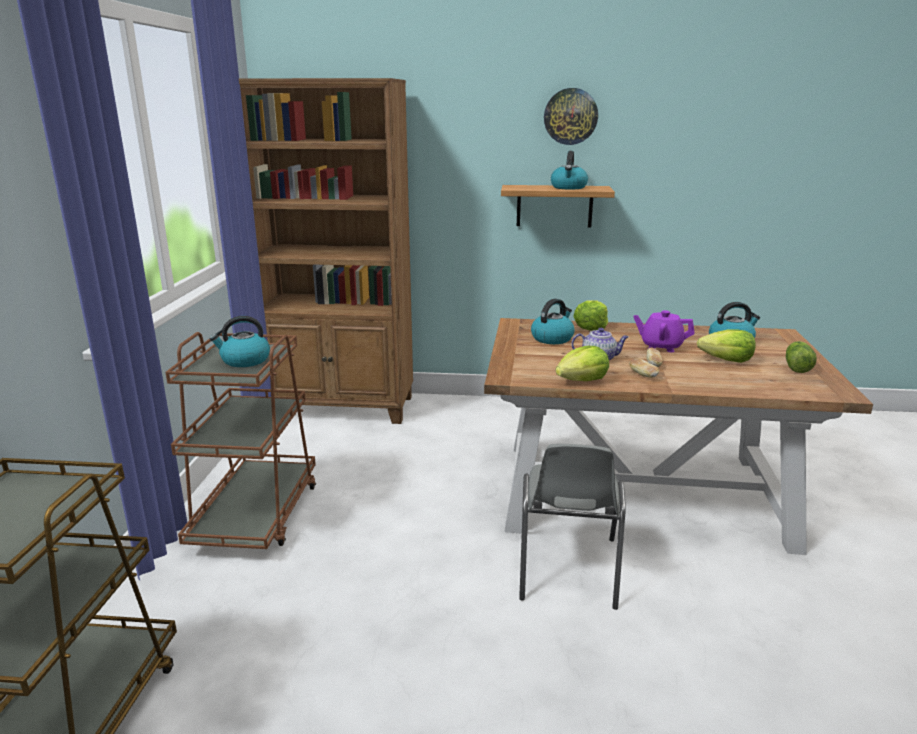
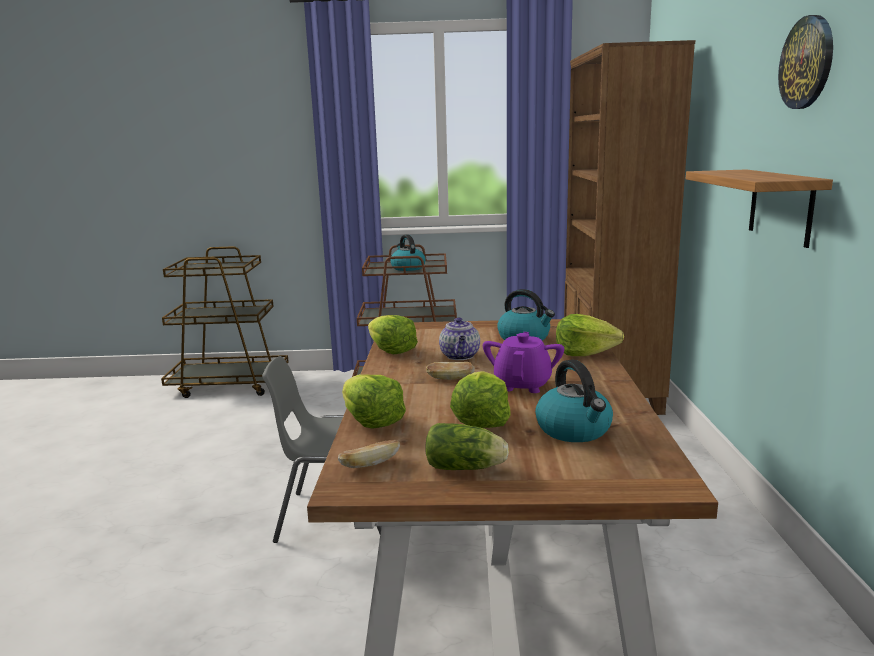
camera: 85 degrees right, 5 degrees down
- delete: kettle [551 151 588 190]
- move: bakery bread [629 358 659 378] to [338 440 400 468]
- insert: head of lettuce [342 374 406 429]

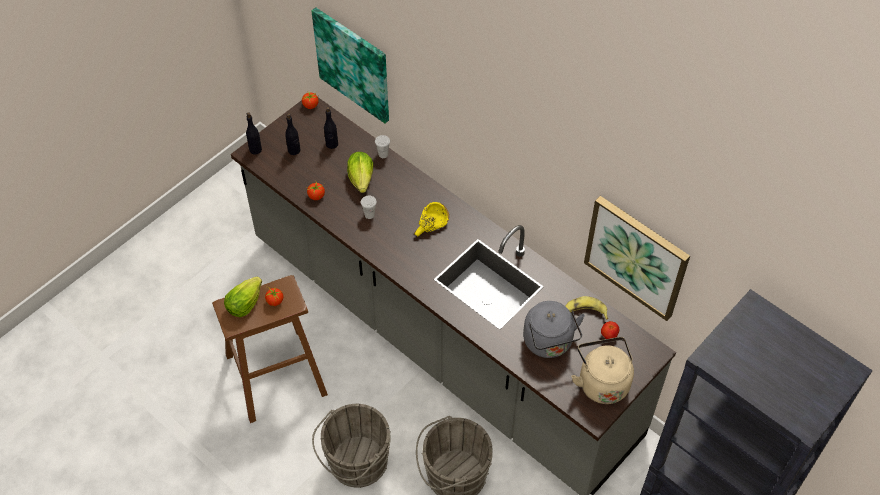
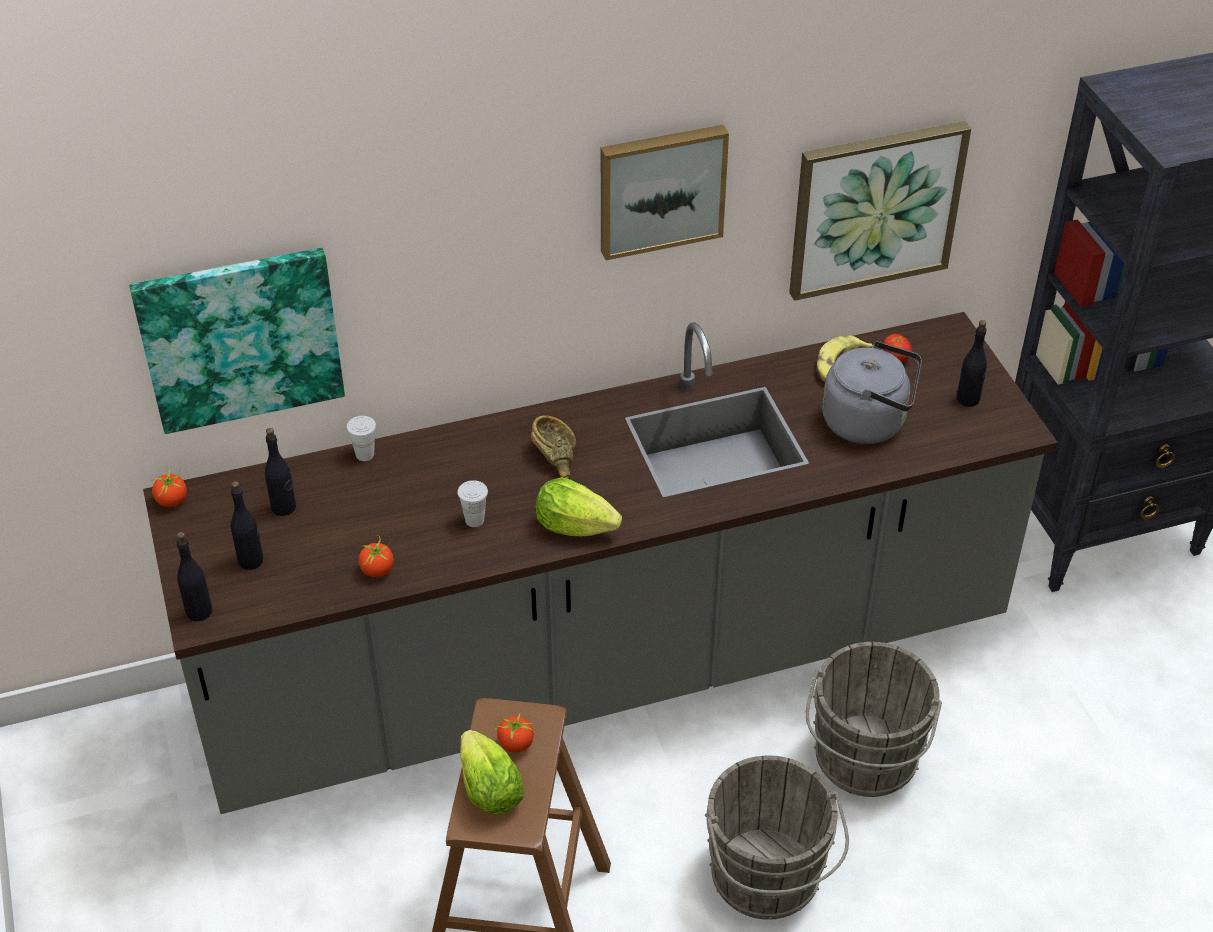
camera: 60 degrees left, 10 degrees down
- move: head of lettuce [347 152 373 193] to [535 477 622 536]
- recolor: bowl in yellow-coloured [414 202 449 236] to bowl in brownish [531 415 576 479]
- replace: kettle in beige-coloured [571 337 634 404] to beverage bottle in black [957 320 987 407]
- insert: picture [601 125 729 260]

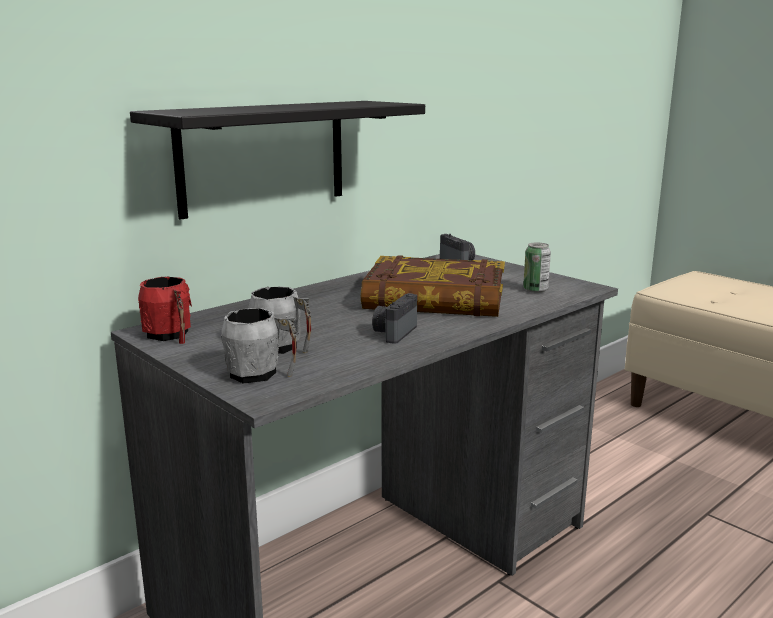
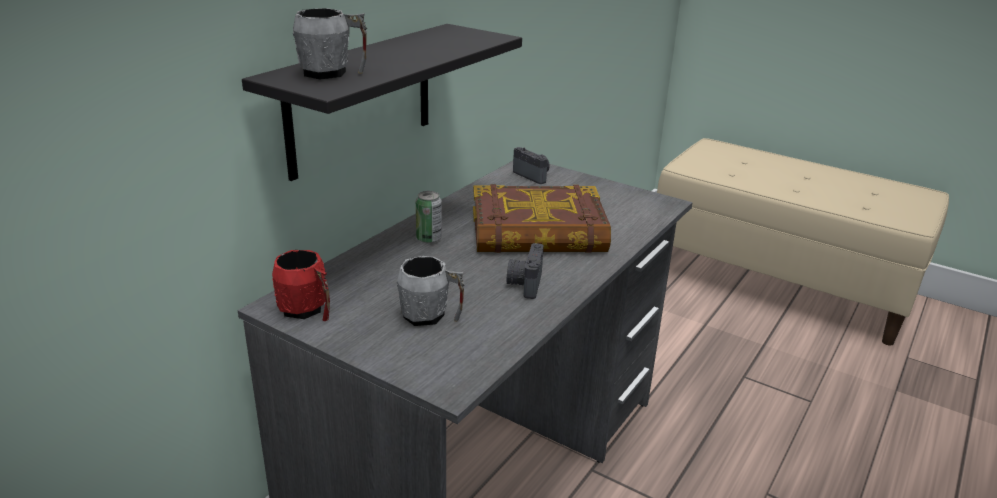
camera: 15 degrees left, 10 degrees up
- move: metal can [523 243 551 293] to [416 191 442 244]
- move: mug in greyish [221 308 297 384] to [293 8 367 79]

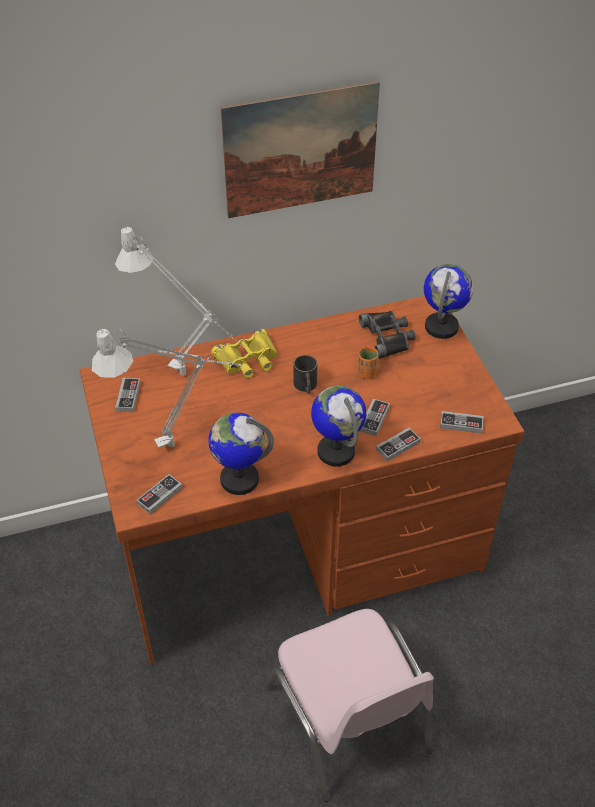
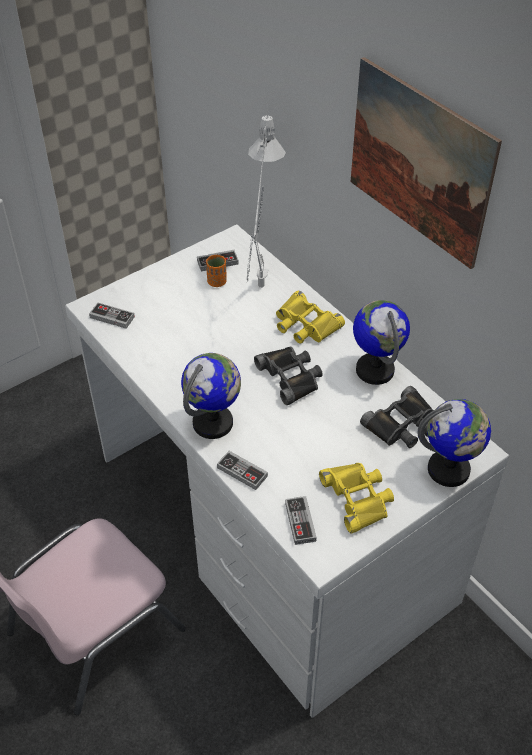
camera: 70 degrees right, 0 degrees up
- recolor: desk unit in brownish [80 296 525 664] to desk unit in white-coloured [65 225 509 718]
- delete: tabletop lamp in greyish [92 329 241 448]
- move: cup in orangey [358 347 378 379] to [206 255 226 287]
- replace: mug in black [293 355 317 394] to binoculars in black [254 346 323 405]
- delete: gamepad [360 399 390 436]
- move: world globe [208 413 274 495] to [353 300 410 385]
- insert: binoculars in yellow-coloured [319 463 394 534]

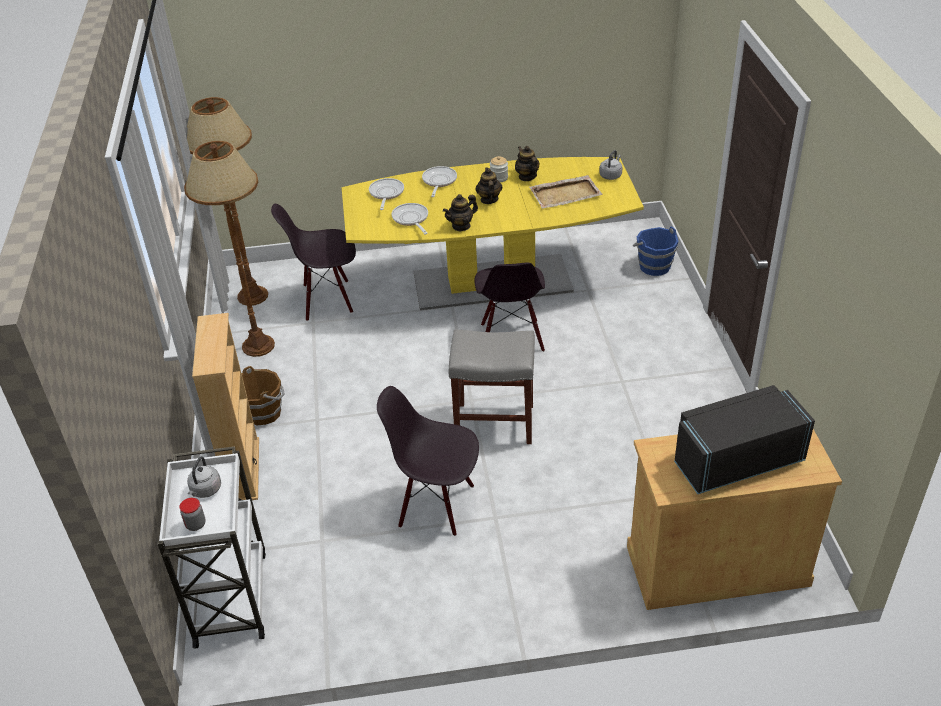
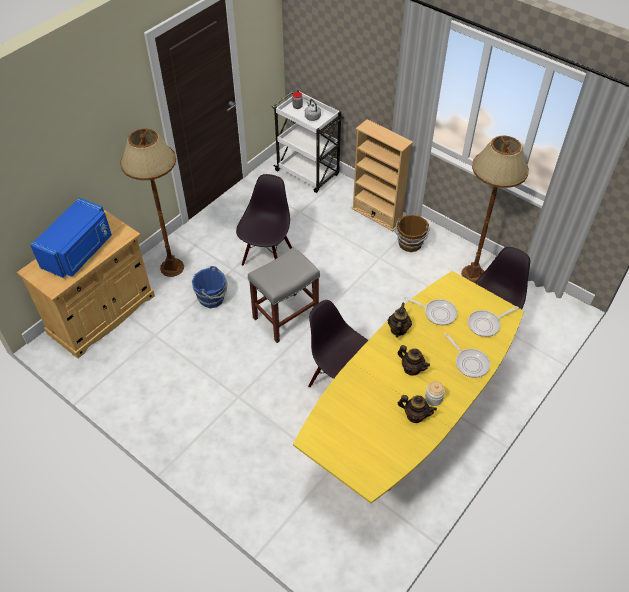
camera: 135 degrees right, 10 degrees up
- move: floor lamp in brownish [187 97 268 306] to [120 129 184 277]
- delete: kettle in greyish [599 150 622 180]
- delete: carrying tray in beige-coloured [529 175 603 209]
- rotate: frying pan [369 178 404 210] = [468 306 519 337] 105 degrees clockwise
- move: pail in bluish [633 226 679 276] to [192 266 228 308]
- recolor: microwave oven in black [674 385 815 494] to microwave oven in bluish [30 198 112 278]
- rotate: chair in black [377 386 479 536] = [236 174 292 266] 45 degrees counterclockwise

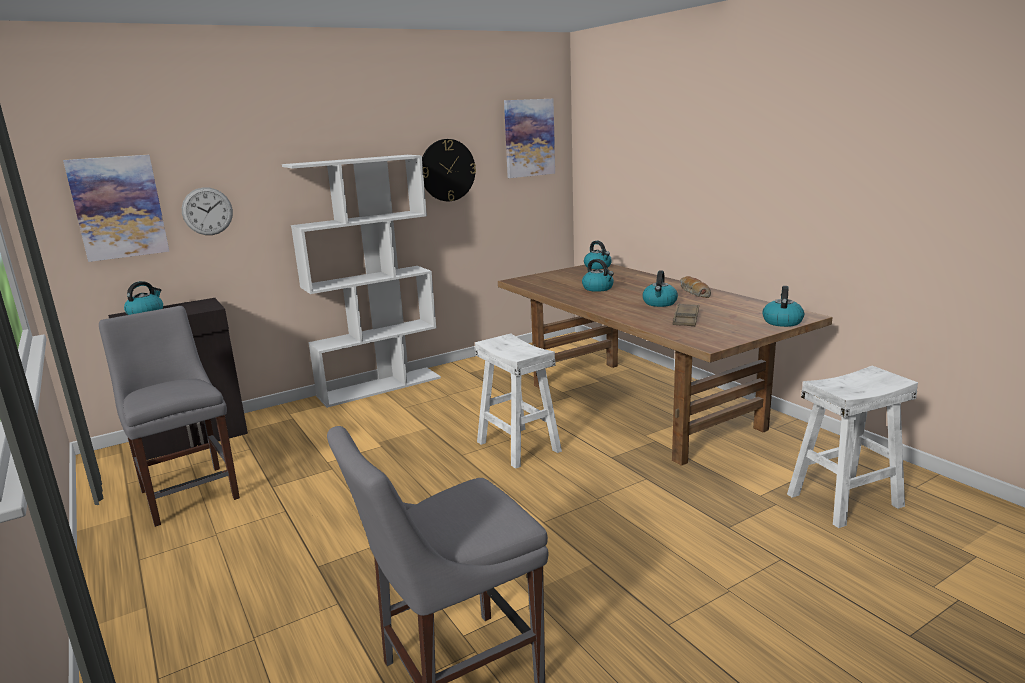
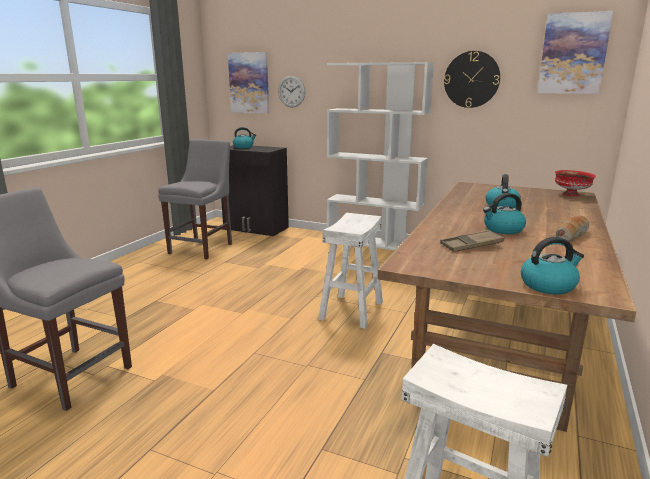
camera: 55 degrees right, 0 degrees up
- replace: kettle [584 241 612 269] to bowl in red-coloured [555 170 596 196]

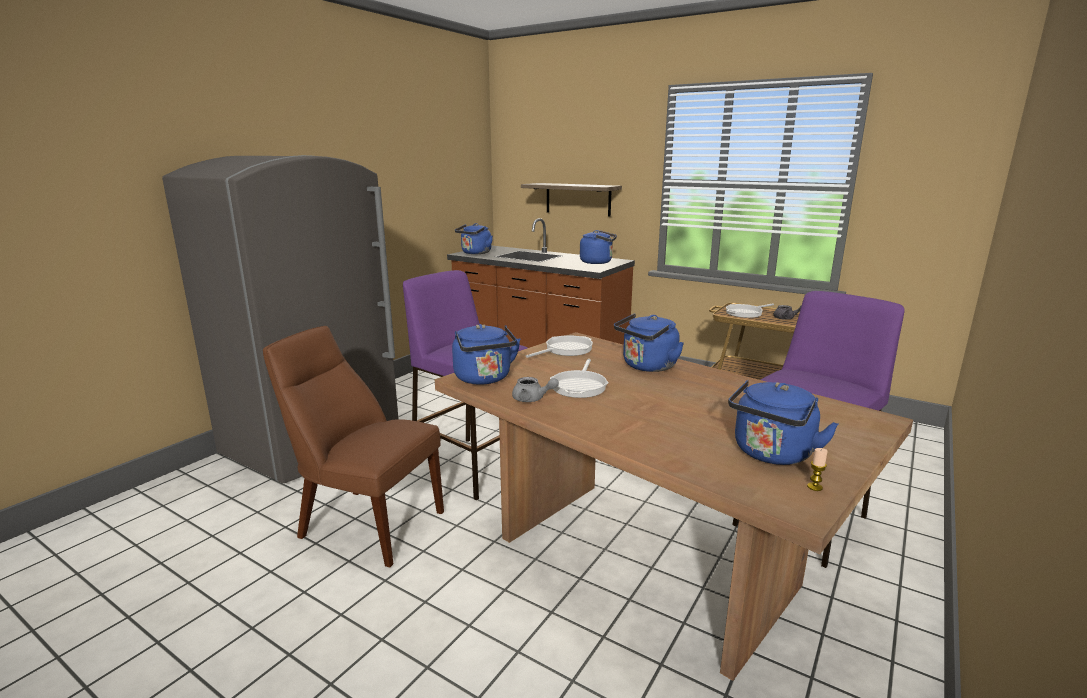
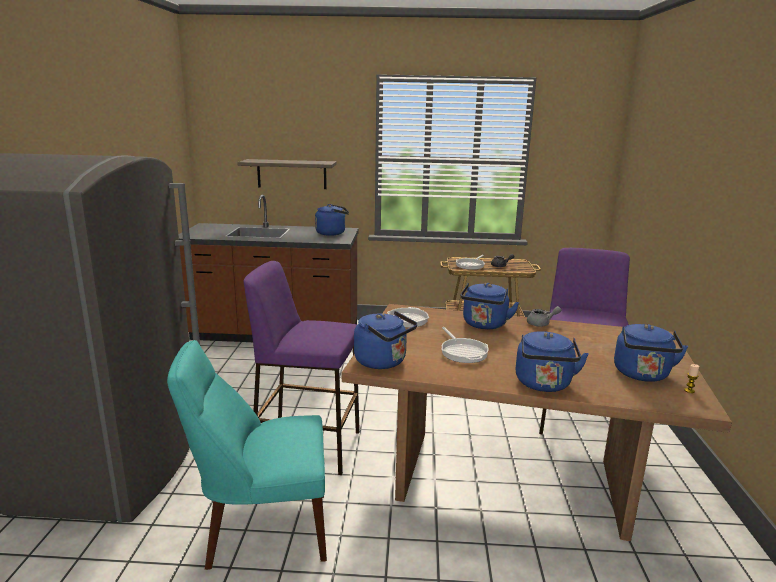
camera: 30 degrees left, 0 degrees up
- move: kettle in bluish [455 223 493 254] to [515 331 589 392]
- recolor: chair in brownish [263 326 444 567] to chair in turquoise [167 340 327 570]
- move: tea pot in greyish [512 377 559 402] to [527 306 561 327]

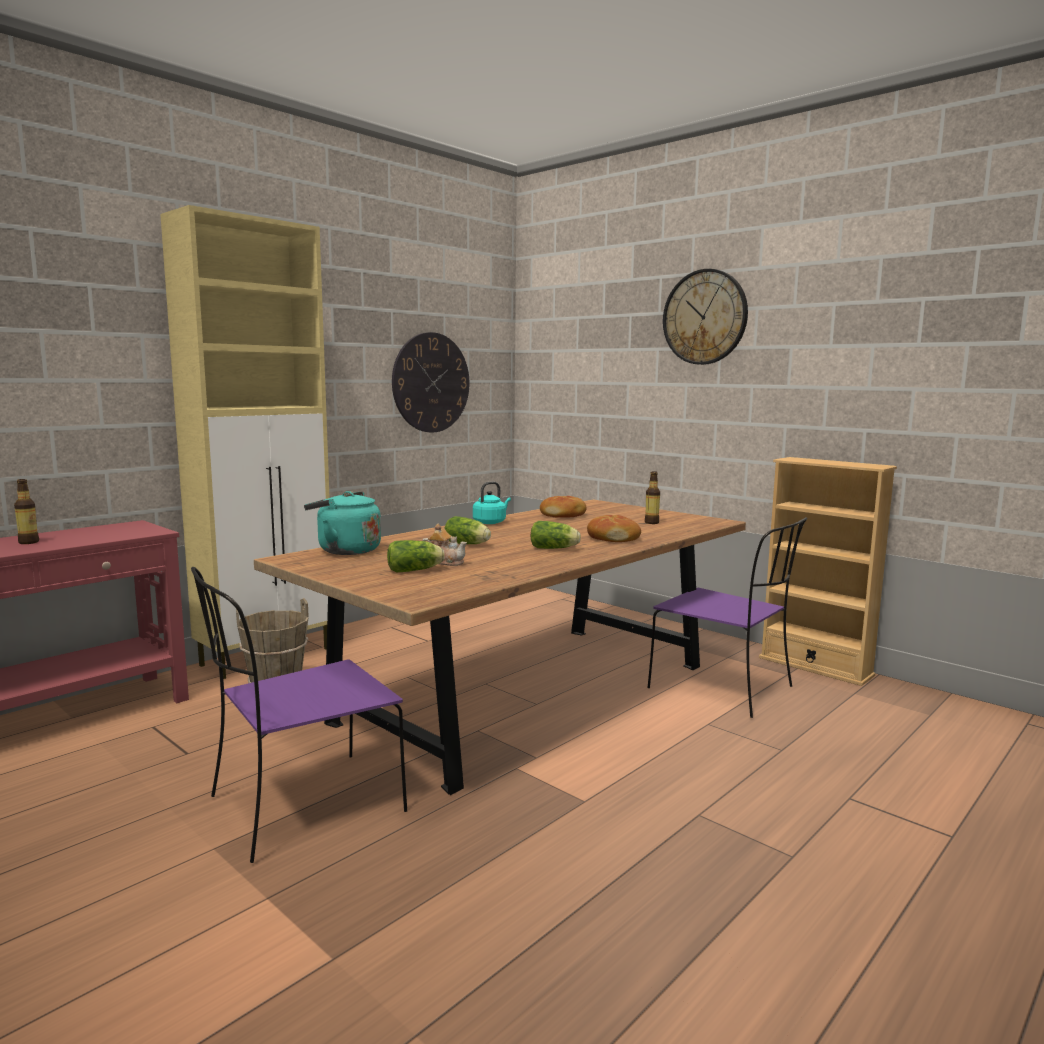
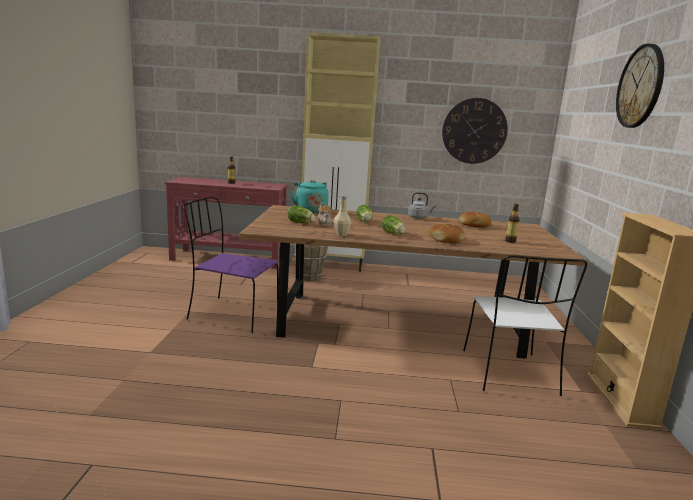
camera: 50 degrees right, 5 degrees up
- recolor: kettle in turquoise [473 482 511 524] to kettle in greyish [408 192 436 219]
- recolor: chair in purple [648 517 807 718] to chair in white-coloured [463 255 587 396]
- insert: beverage bottle in beige-coloured [334 196 351 236]

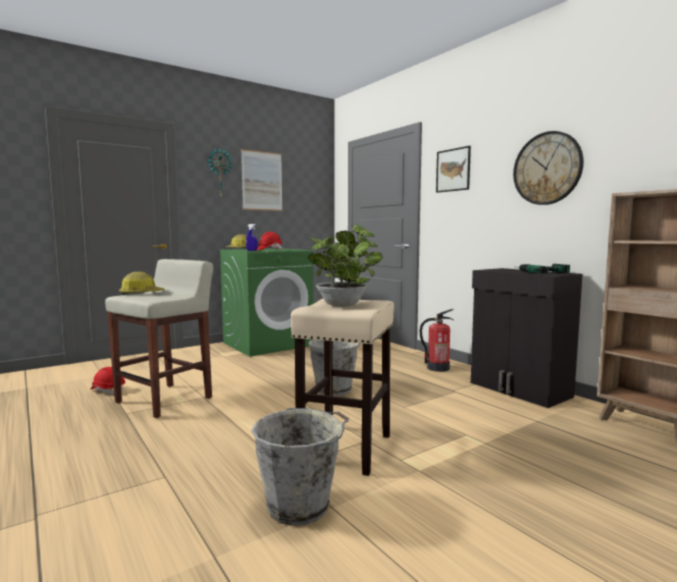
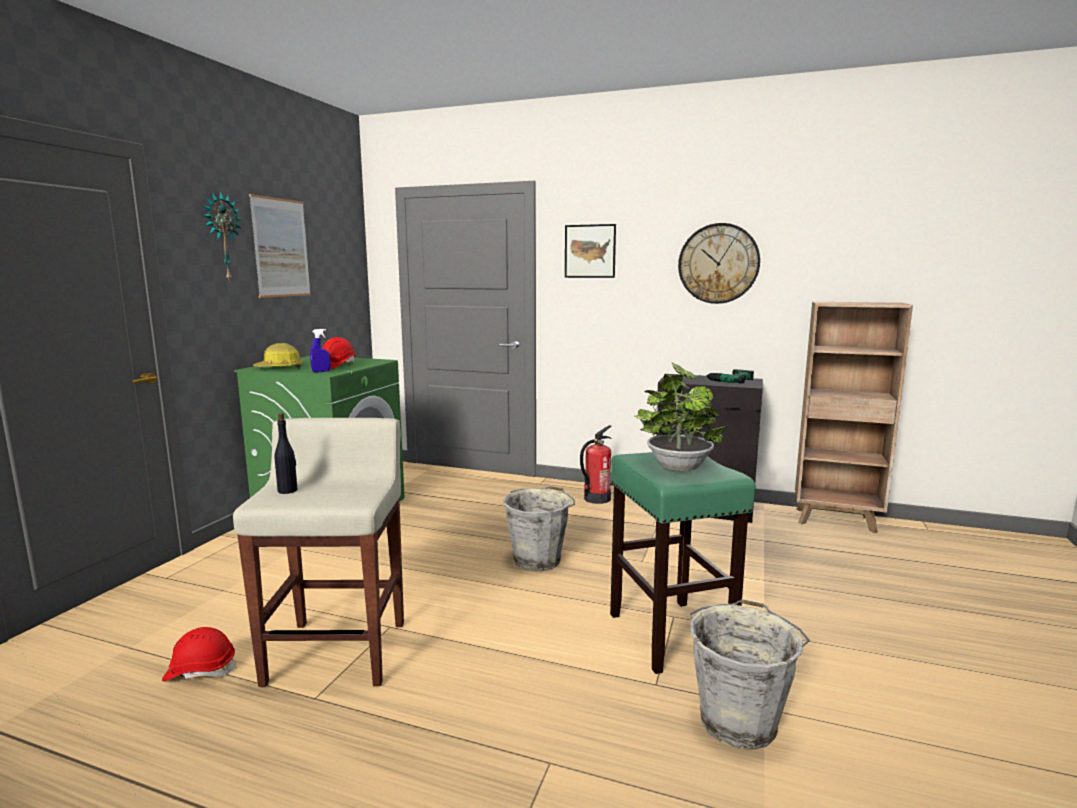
camera: 35 degrees left, 5 degrees up
- replace: work helmet [119 272 164 295] to beverage bottle in black [275 413 297 494]
- recolor: sitting stool in beige-coloured [291 299 394 476] to sitting stool in greenish [610 452 755 674]

